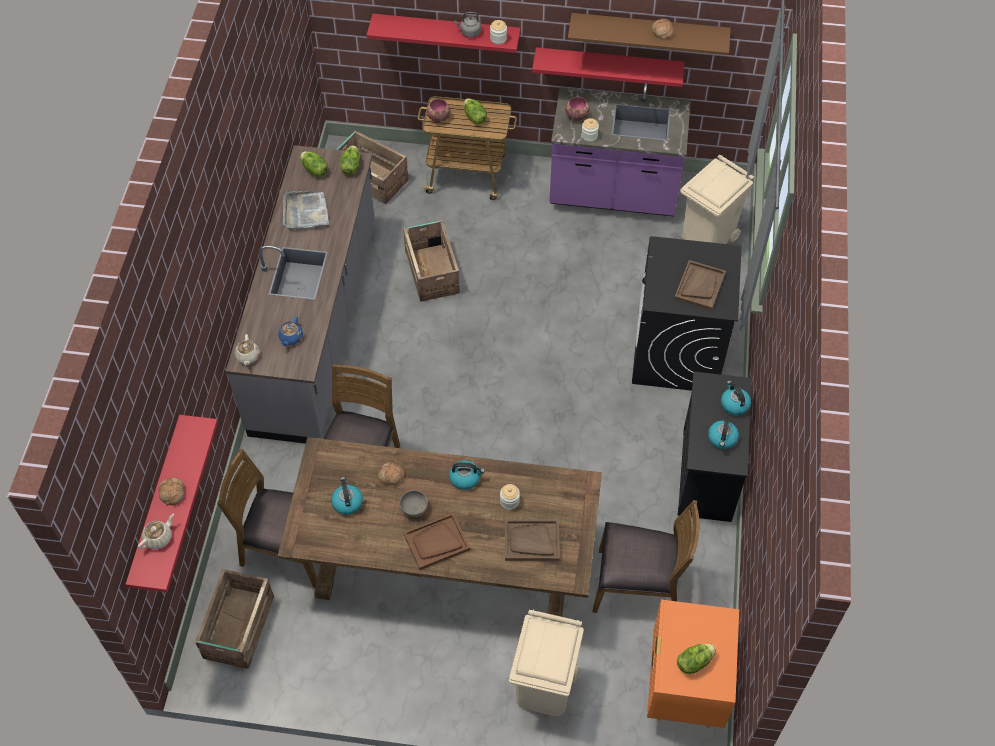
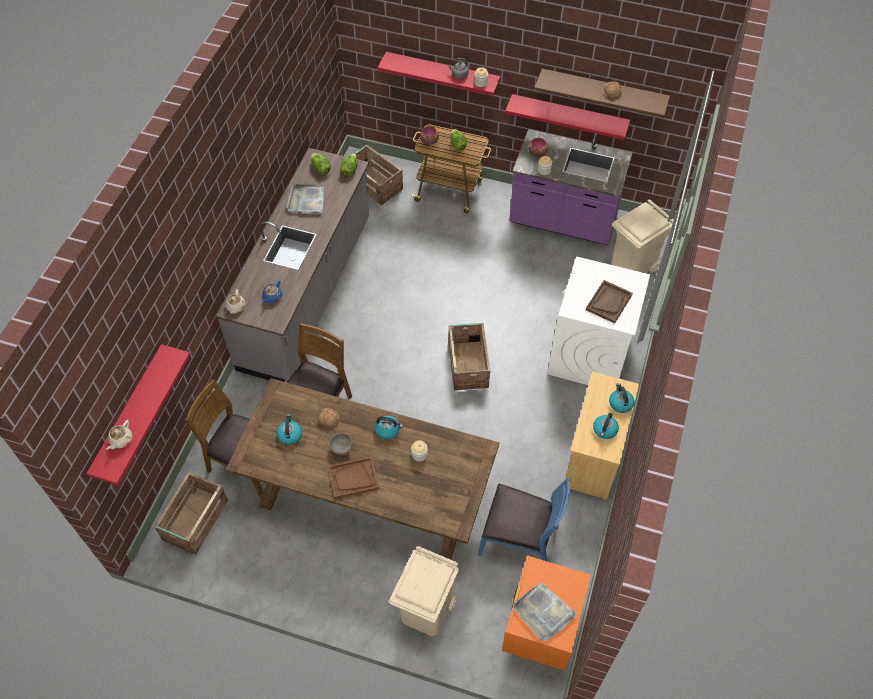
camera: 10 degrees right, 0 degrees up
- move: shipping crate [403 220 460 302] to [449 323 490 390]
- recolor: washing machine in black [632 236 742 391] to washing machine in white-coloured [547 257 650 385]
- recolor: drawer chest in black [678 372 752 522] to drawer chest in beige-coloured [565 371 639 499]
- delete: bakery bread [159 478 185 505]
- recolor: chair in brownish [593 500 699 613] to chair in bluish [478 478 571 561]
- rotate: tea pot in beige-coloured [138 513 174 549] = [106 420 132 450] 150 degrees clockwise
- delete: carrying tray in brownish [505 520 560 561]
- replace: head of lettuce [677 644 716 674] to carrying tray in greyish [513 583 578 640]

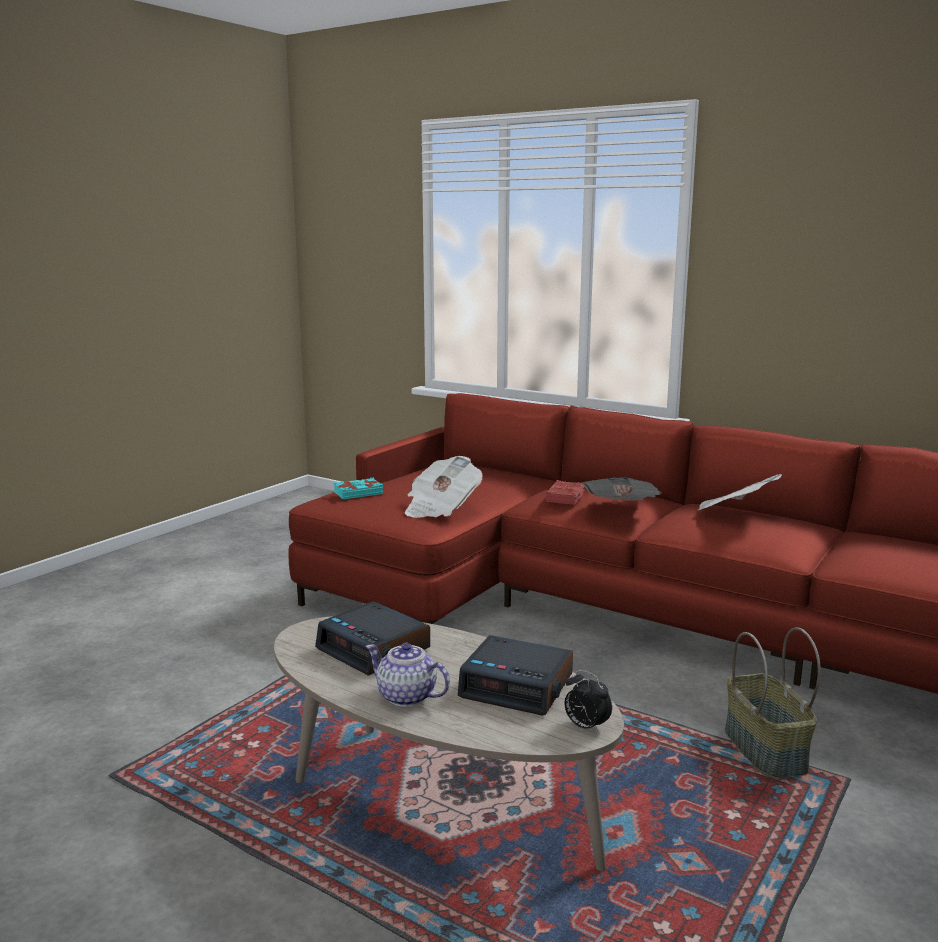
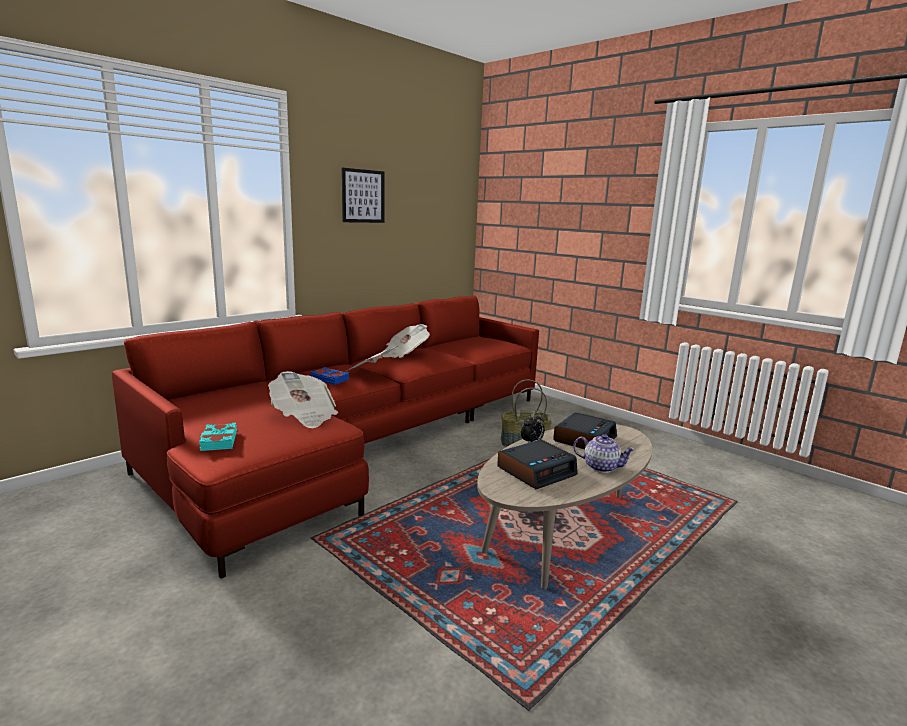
camera: 80 degrees left, 0 degrees up
- recolor: volume in red-coloured [546 480 585 505] to volume in bluish [310 367 349 385]
- rotate: tea pot [365 643 450 707] = [573 434 636 473] 105 degrees counterclockwise
- move: table clock [564 670 612 734] to [521 412 545 443]
- insert: picture [342 168 385 223]

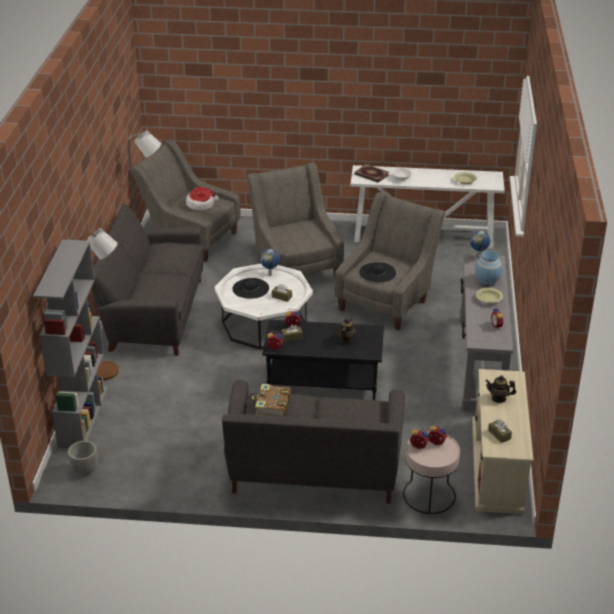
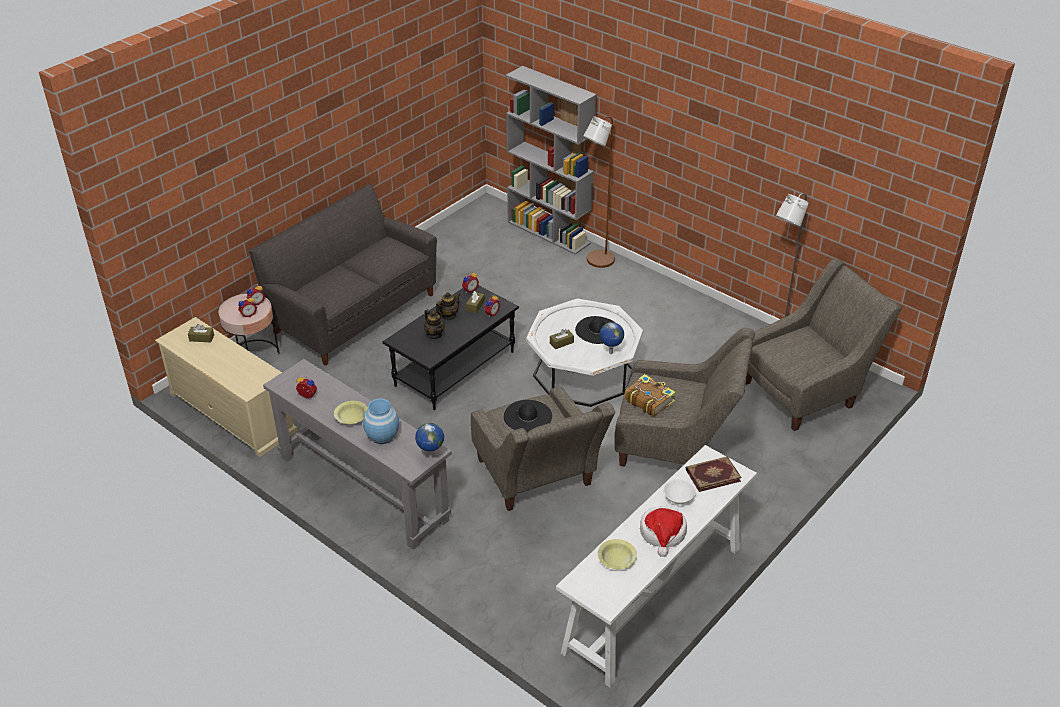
camera: 125 degrees right, 5 degrees up
- move: hat [186 187 219 211] to [640 506 687 557]
- delete: settee in greyish [91 204 203 356]
- move: tea pot [485 375 516 403] to [436 292 460 320]
- move: volume [252 384 291 416] to [625 374 676 416]
- delete: planter [68 441 97 476]

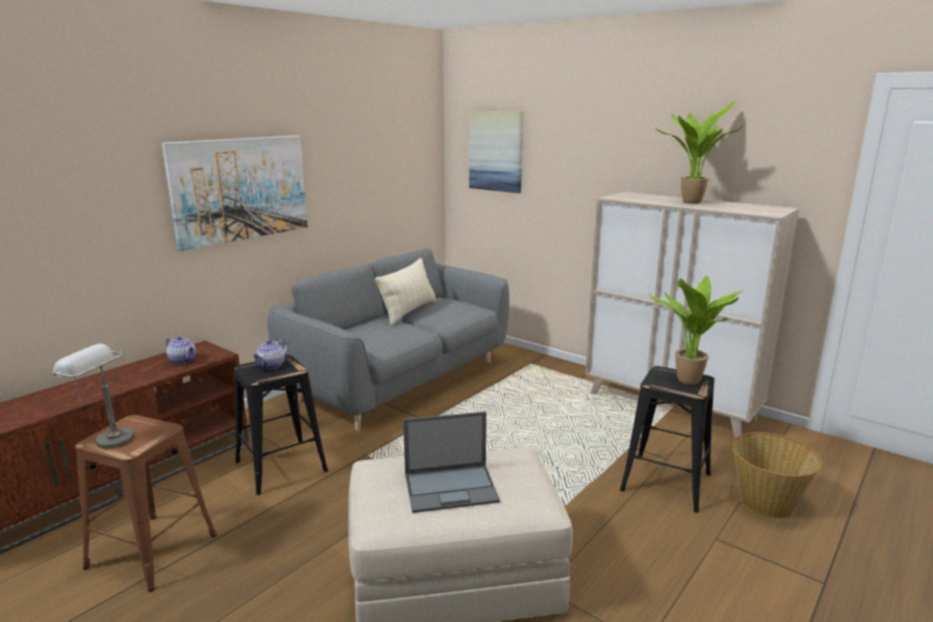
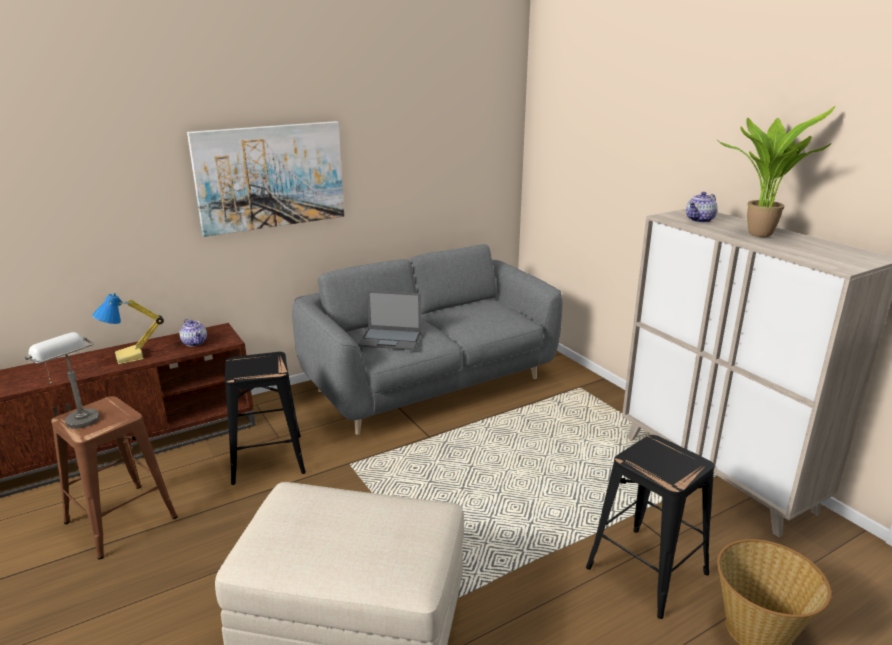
camera: 20 degrees right, 5 degrees up
- delete: picture [469 111 523 193]
- delete: pillow in beige-coloured [375 258 436 326]
- delete: plant in a pot [648 276 744 385]
- move: tea pot [251 339 288 369] to [686 192 718 223]
- move: notebook computer [403 411 500 513] to [358 290 422 350]
- insert: tabletop lamp [92 293 164 364]

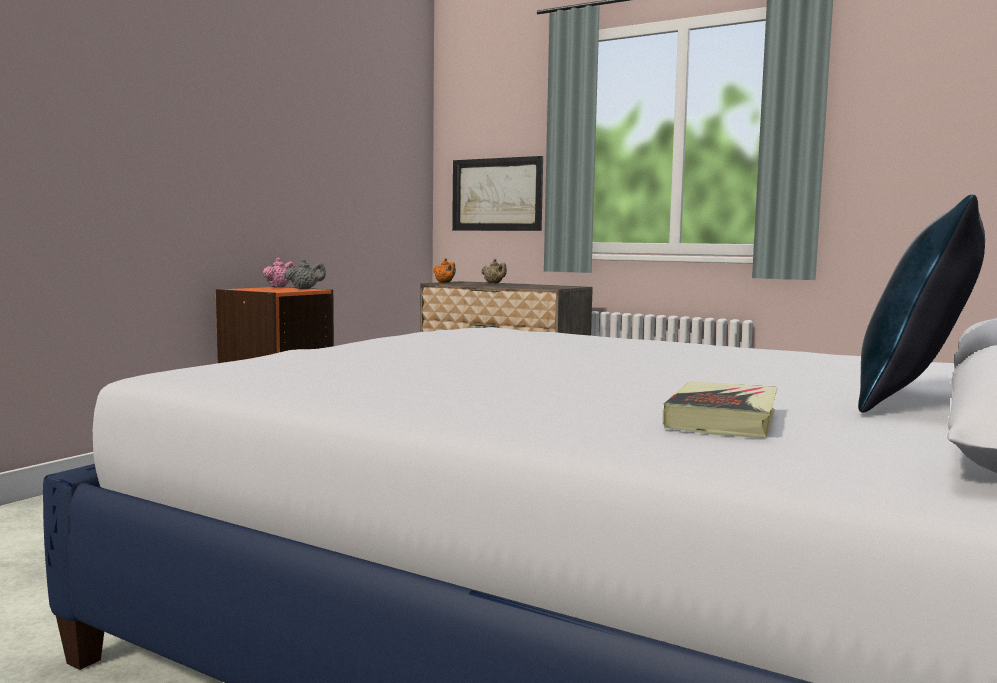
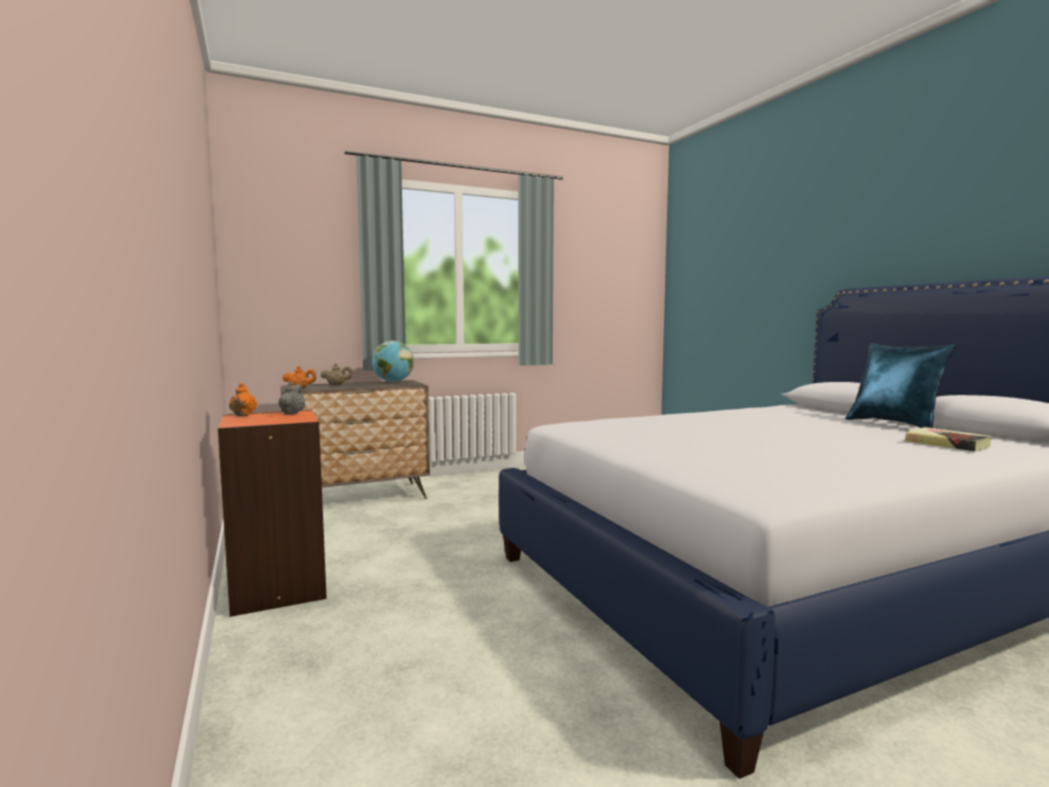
camera: 55 degrees left, 0 degrees up
- delete: picture [452 156 543 231]
- recolor: tea pot in pink-coloured [263 258 295 288] to tea pot in orangey [229 383 257 416]
- insert: world globe [372 341 414 382]

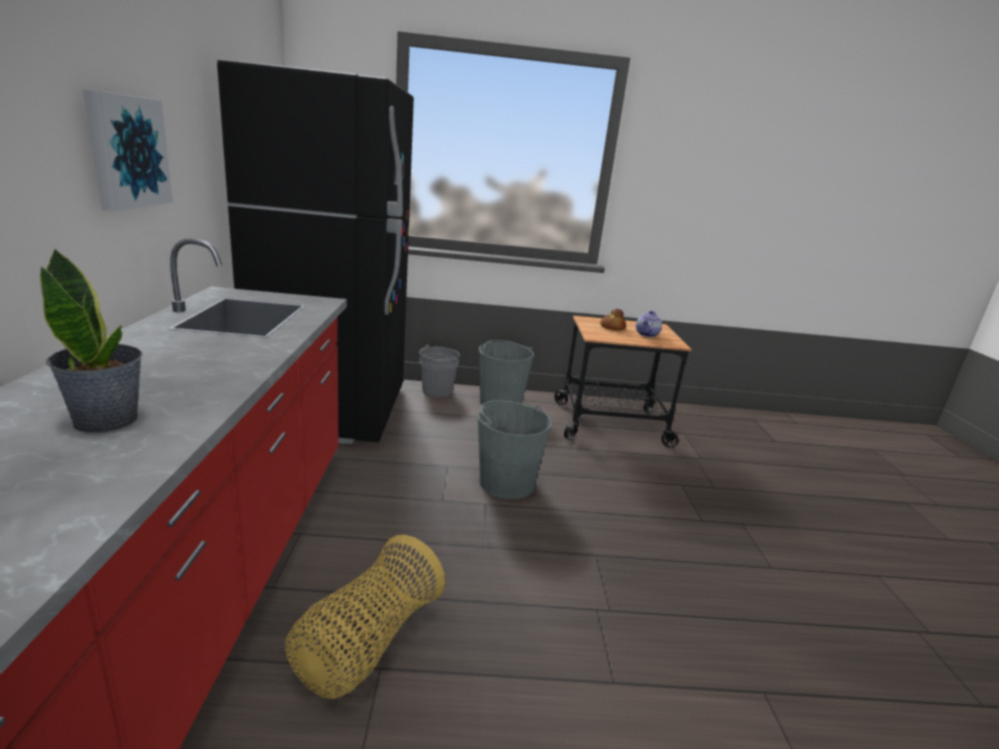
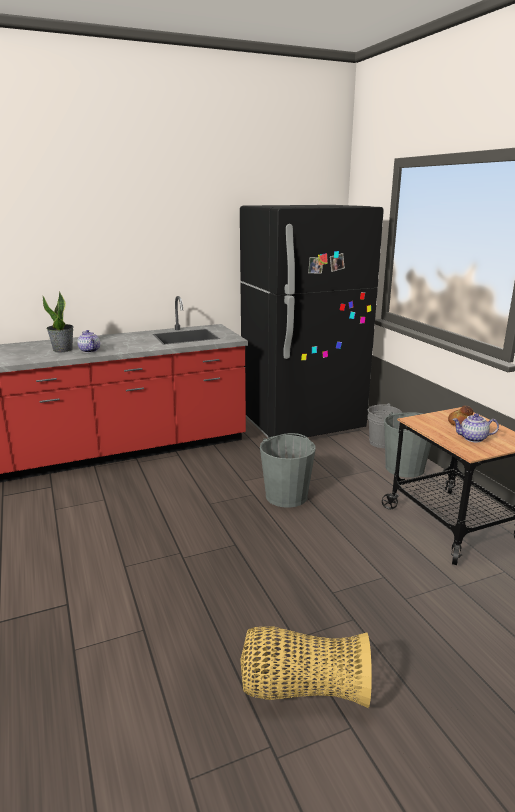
camera: 70 degrees right, 0 degrees up
- delete: picture [83 89 173 211]
- move: basket [285 535 445 699] to [240 626 372 708]
- insert: tea pot [77 330 100 353]

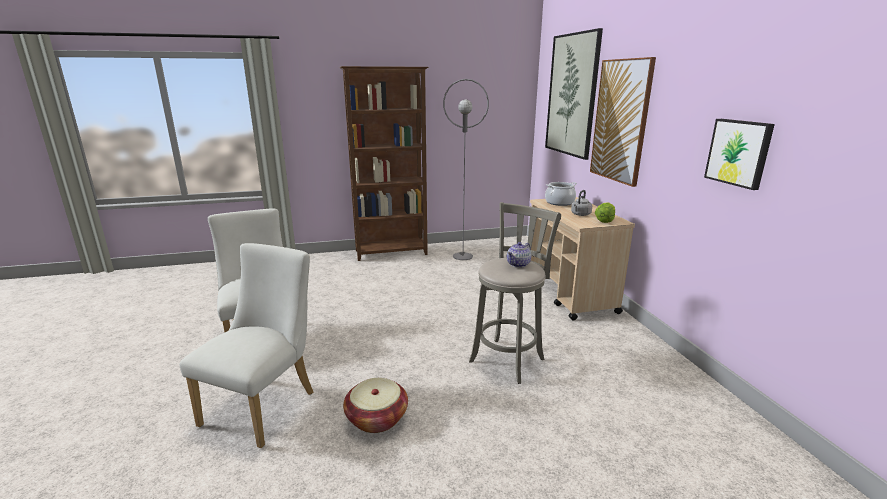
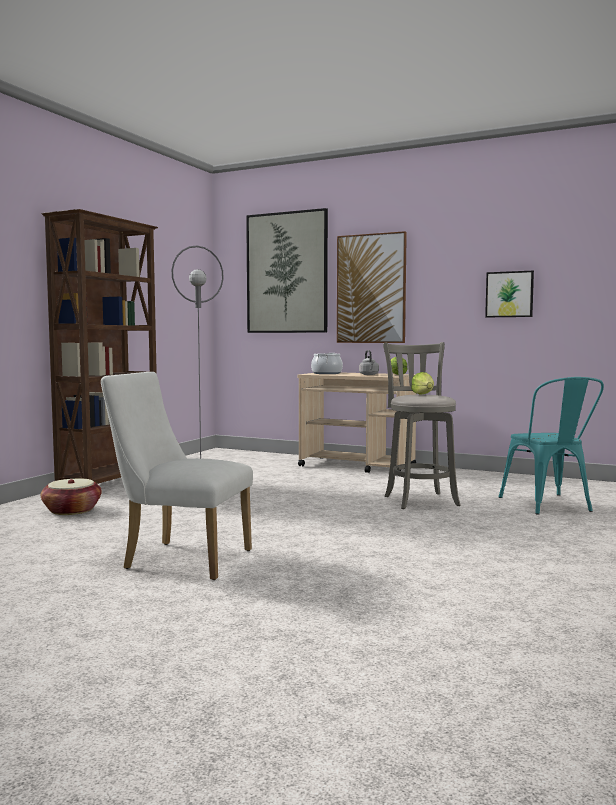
camera: 50 degrees left, 15 degrees down
- replace: tea pot [507 242 531 268] to head of lettuce [411 372 434 394]
- delete: chair in white-coloured [179 243 313 448]
- move: basket [343 378 408 433] to [41 479 102 515]
- insert: chair in turquoise [498 377 604 514]

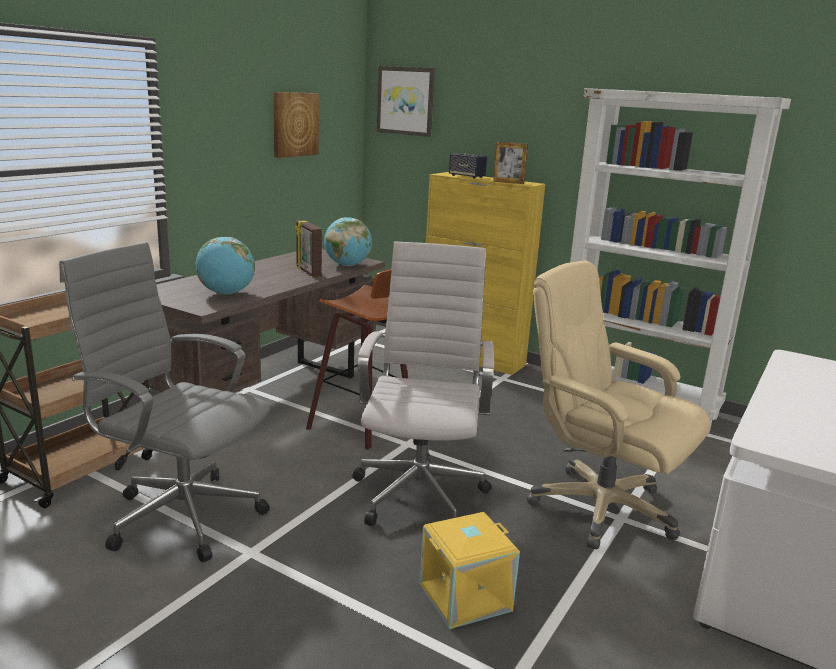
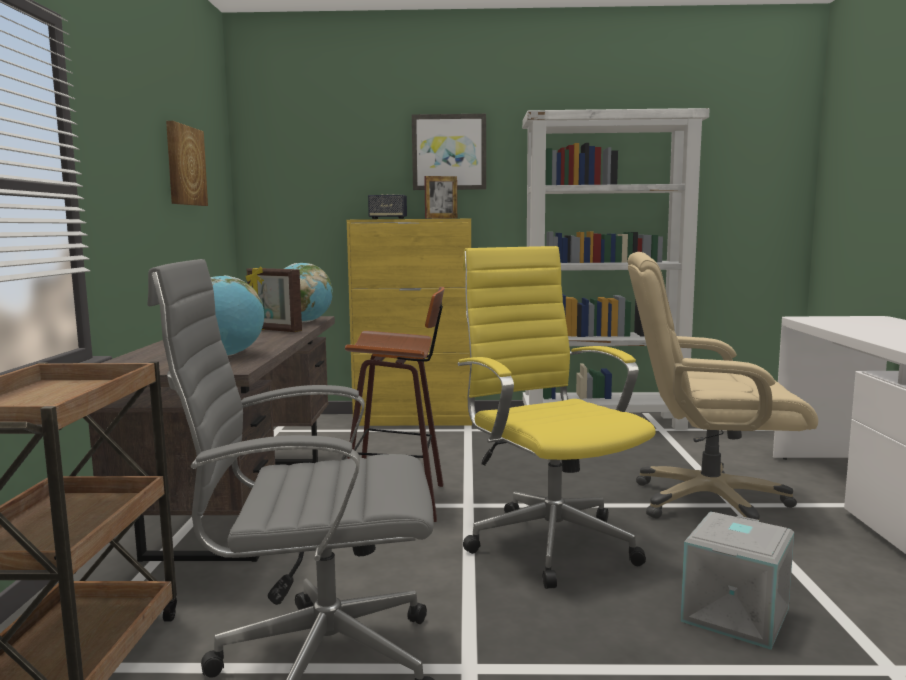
camera: 30 degrees left, 10 degrees down
- move: picture [377 66 435 137] to [412 114 486 190]
- recolor: desk chair in white-coloured [352 241 494 526] to desk chair in yellow-coloured [458 246 656 589]
- recolor: storage bin in yellow-coloured [420 512 520 629] to storage bin in greyish [680 512 794 649]

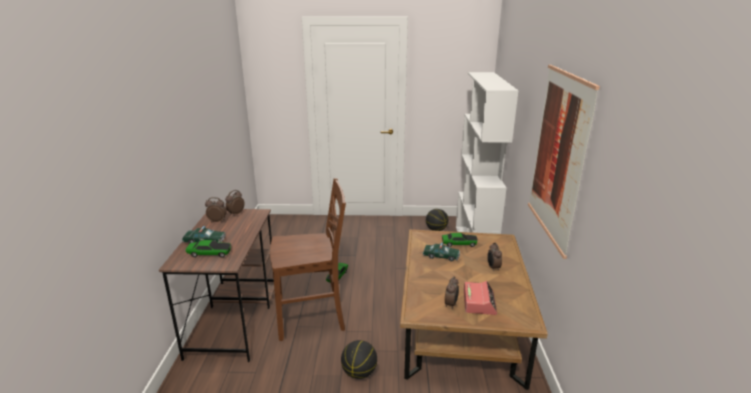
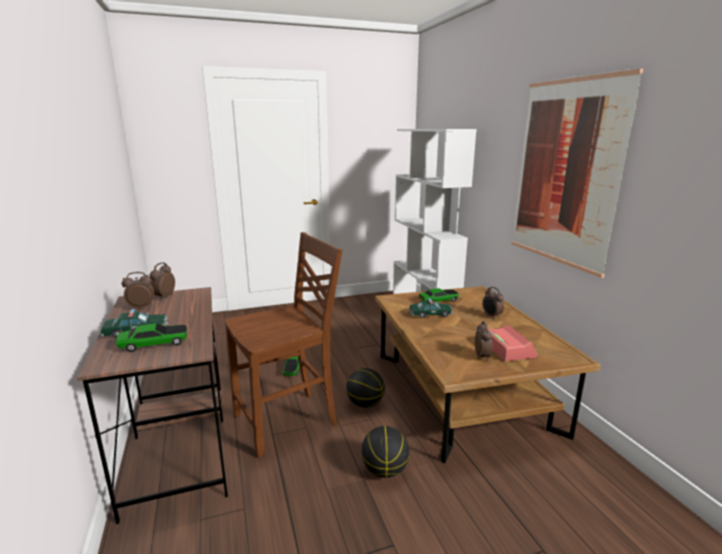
camera: 20 degrees left, 5 degrees down
- move: basketball ball [426 209 449 231] to [346 368 385 408]

